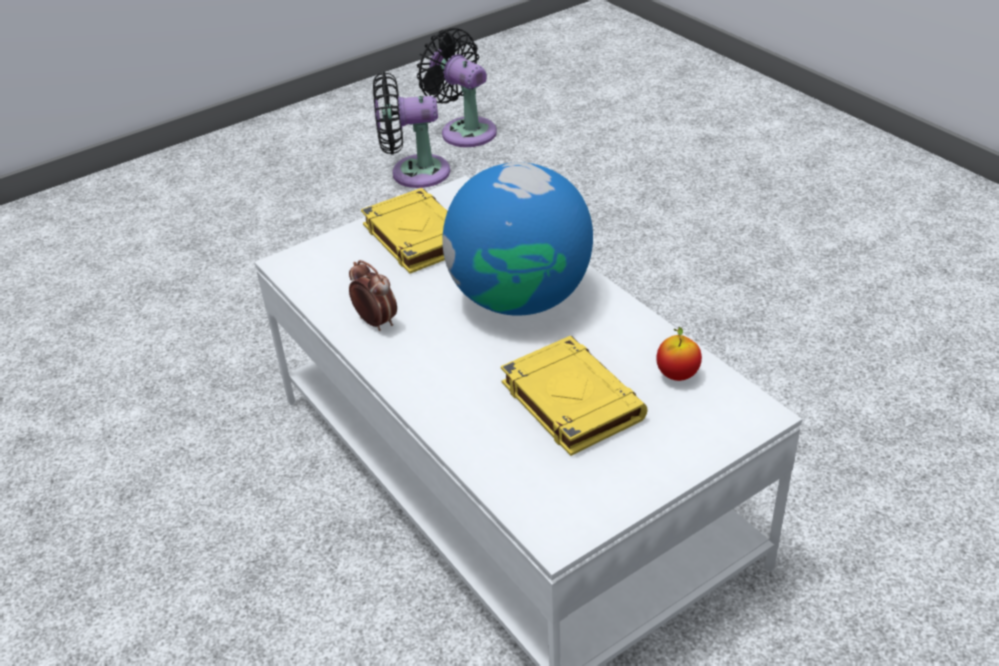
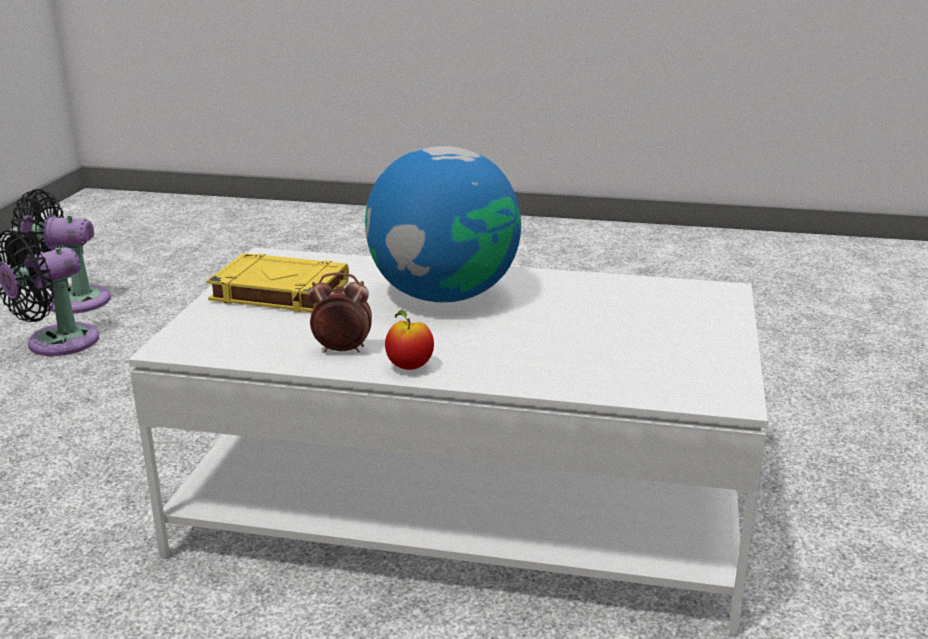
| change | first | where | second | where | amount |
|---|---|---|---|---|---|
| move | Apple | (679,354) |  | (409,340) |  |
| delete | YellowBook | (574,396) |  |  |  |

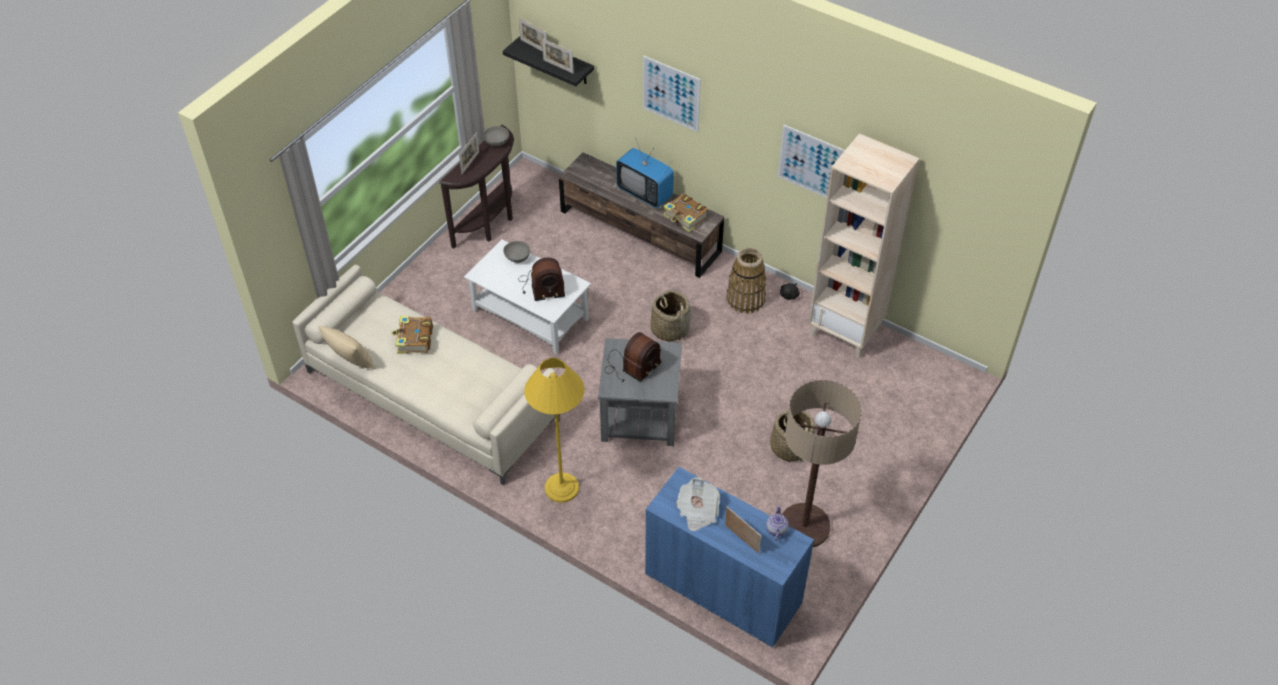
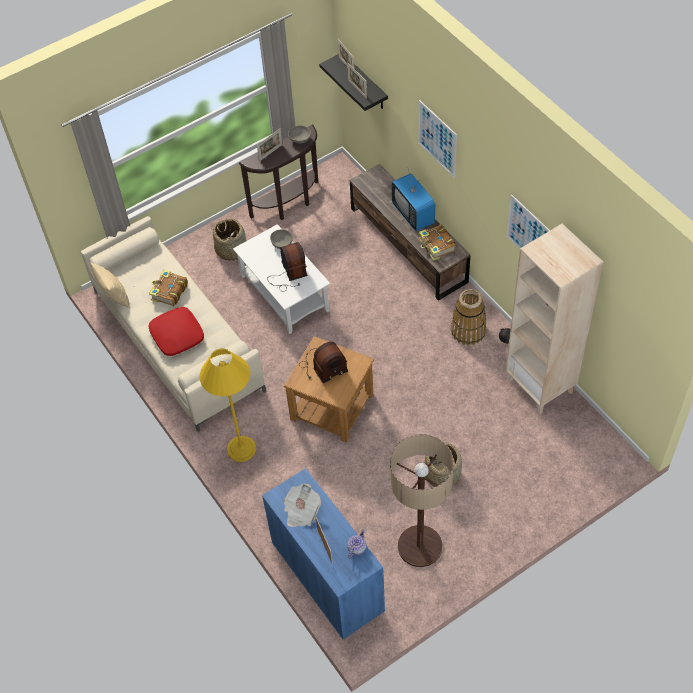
| change | first | where | second | where | amount |
|---|---|---|---|---|---|
| rotate | Radio | (542,279) |  | (287,266) | 120 degrees counterclockwise |
| move | Basket | (670,315) |  | (229,239) |  |
| recolor | GreySideTable | (640,392) | BrownSideTable | (329,389) |  |
| insert |  |  | RedPillow | (176,331) |  |

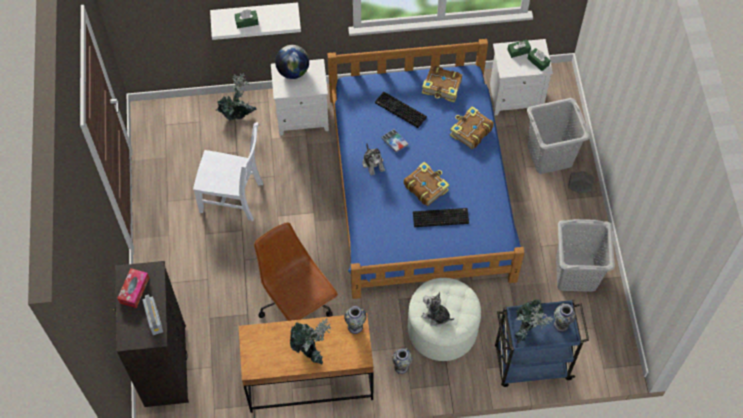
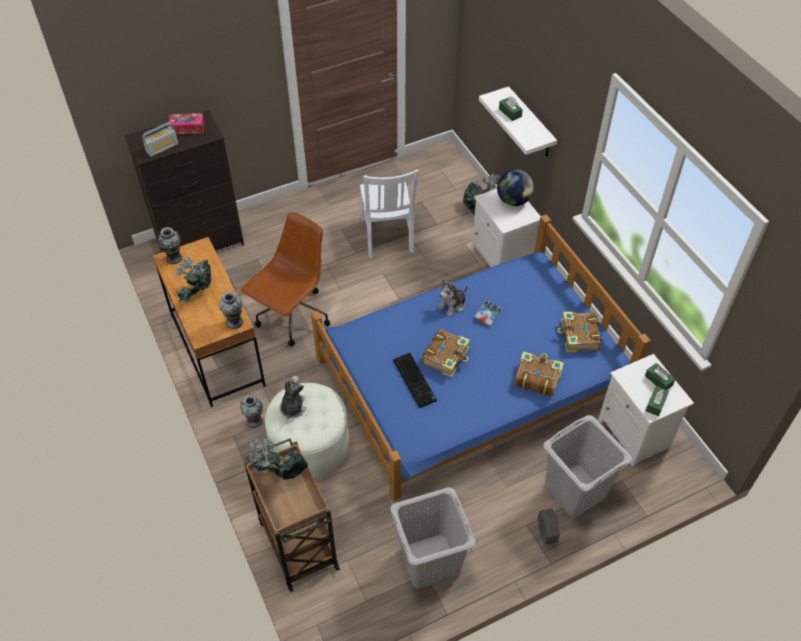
| change | first | where | second | where | amount |
|---|---|---|---|---|---|
| delete | Keyboard | (401,110) |  |  |  |
| recolor | BlueCart | (542,343) | BrownCart | (292,515) |  |
| move | Vase | (565,317) |  | (170,245) |  |

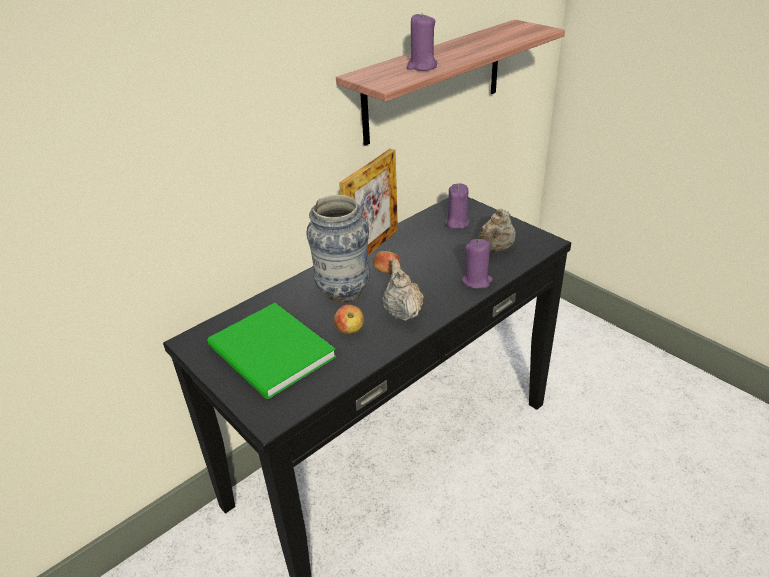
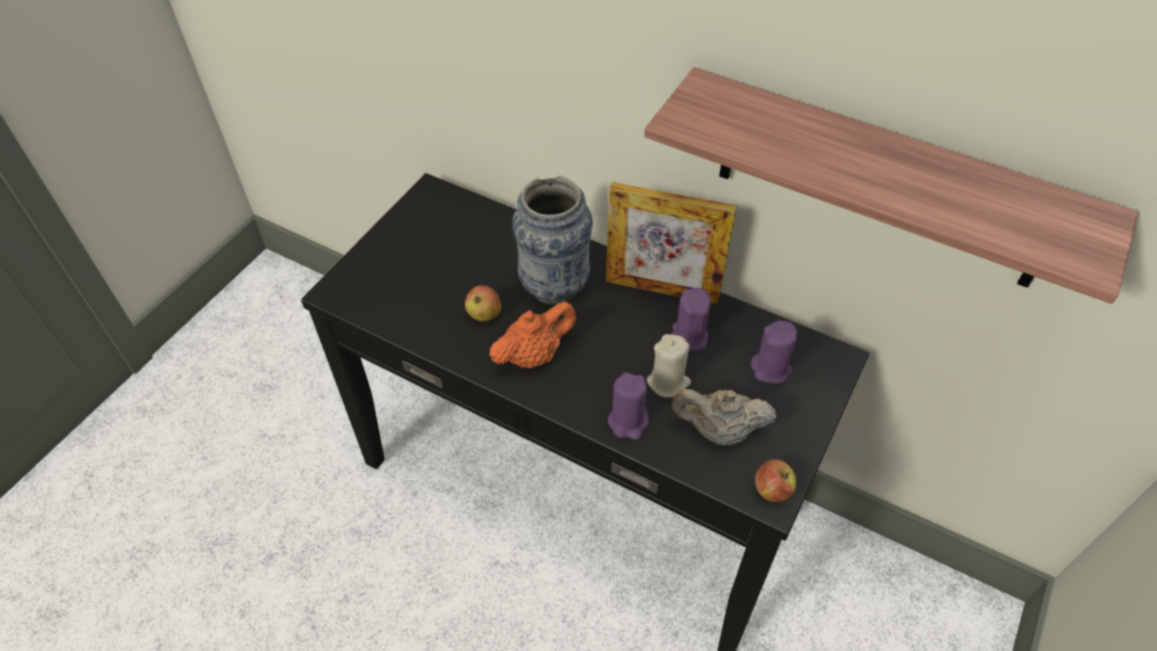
| change | first | where | second | where | amount |
|---|---|---|---|---|---|
| move | PurpleCandle | (422,42) |  | (691,320) |  |
| move | Apple | (386,262) |  | (775,480) |  |
| recolor | BeigeTeapot | (403,290) | OrangeTeapot | (533,335) |  |
| delete | GreenBook | (271,351) |  |  |  |
| insert |  |  | BeigeCandle | (669,366) |  |

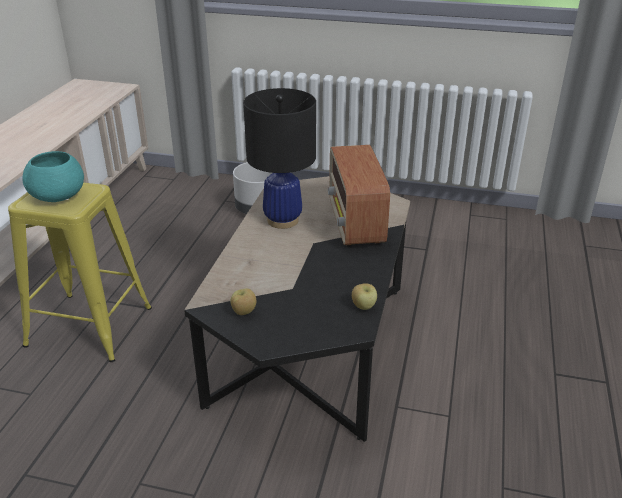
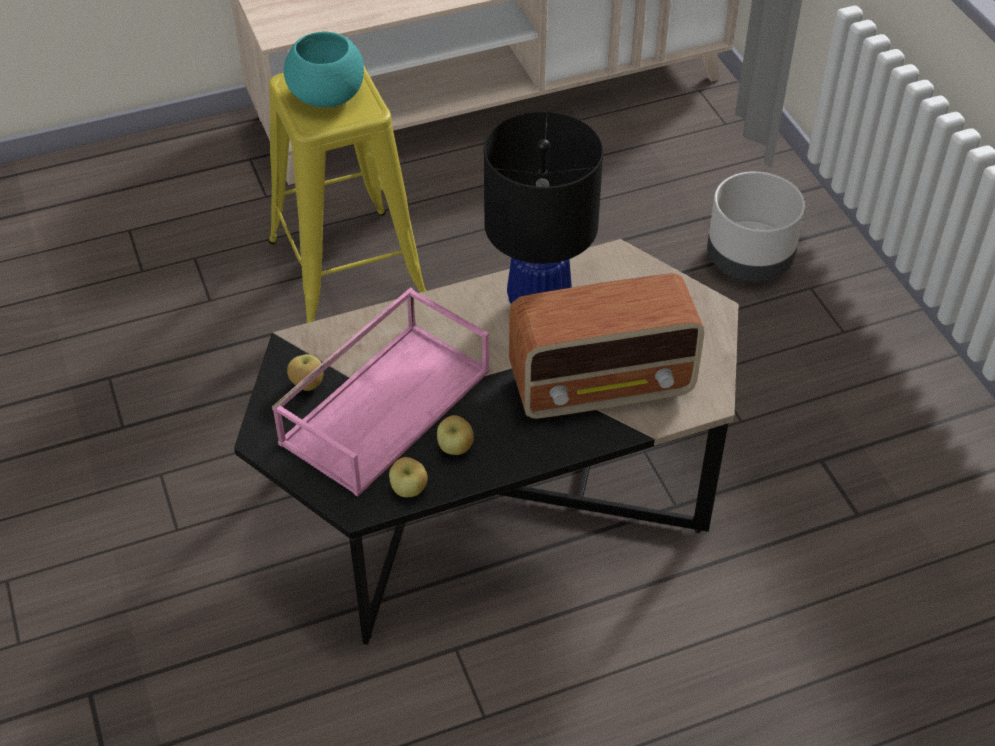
| change | first | where | second | where | amount |
|---|---|---|---|---|---|
| rotate | Radio | (359,196) |  | (606,346) | 150 degrees counterclockwise |
| insert |  |  | PinkTray | (381,392) |  |
| insert |  |  | Apple | (455,435) |  |

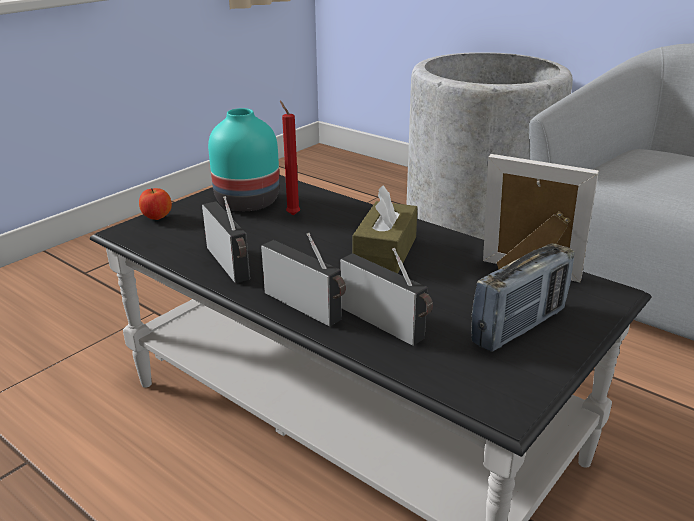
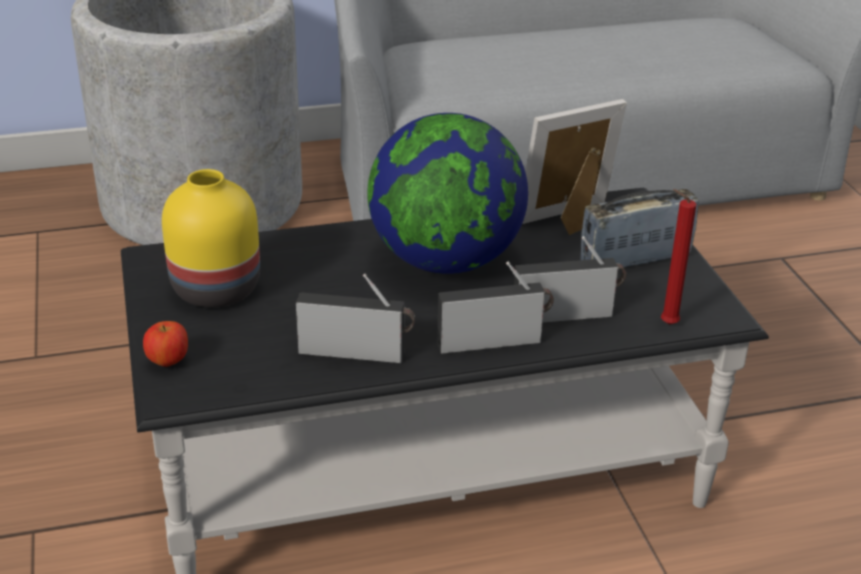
| change | first | where | second | where | amount |
|---|---|---|---|---|---|
| move | RedCandle | (290,158) |  | (679,257) |  |
| recolor | TurquoiseVase | (244,159) | YellowVase | (211,238) |  |
| replace | BrownTissueBox | (384,229) | Globe | (447,193) |  |
| rotate | Radio | (523,297) |  | (639,228) | 105 degrees counterclockwise |

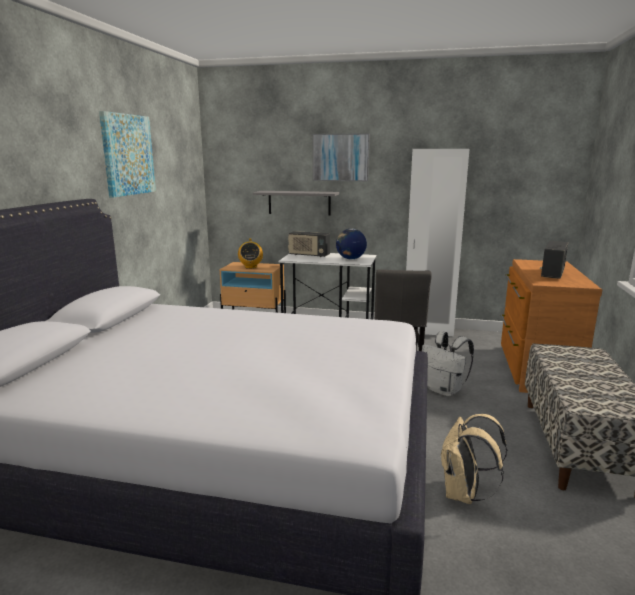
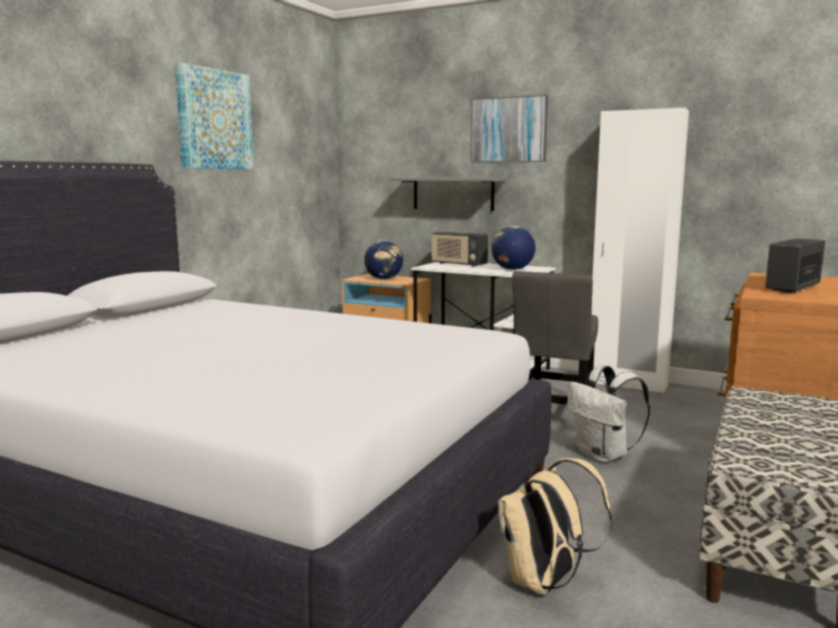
| change | first | where | second | where | amount |
|---|---|---|---|---|---|
| replace | Radio | (250,253) | Globe | (383,260) |  |

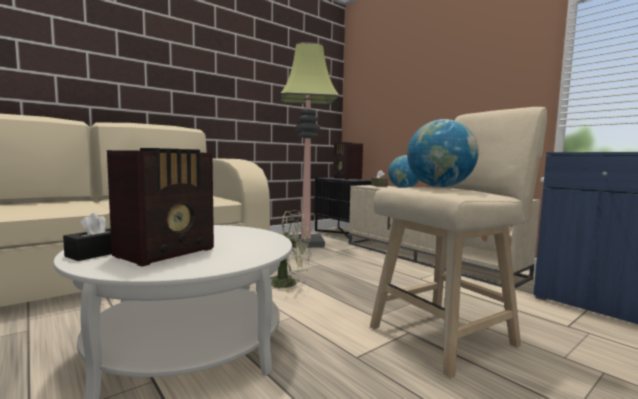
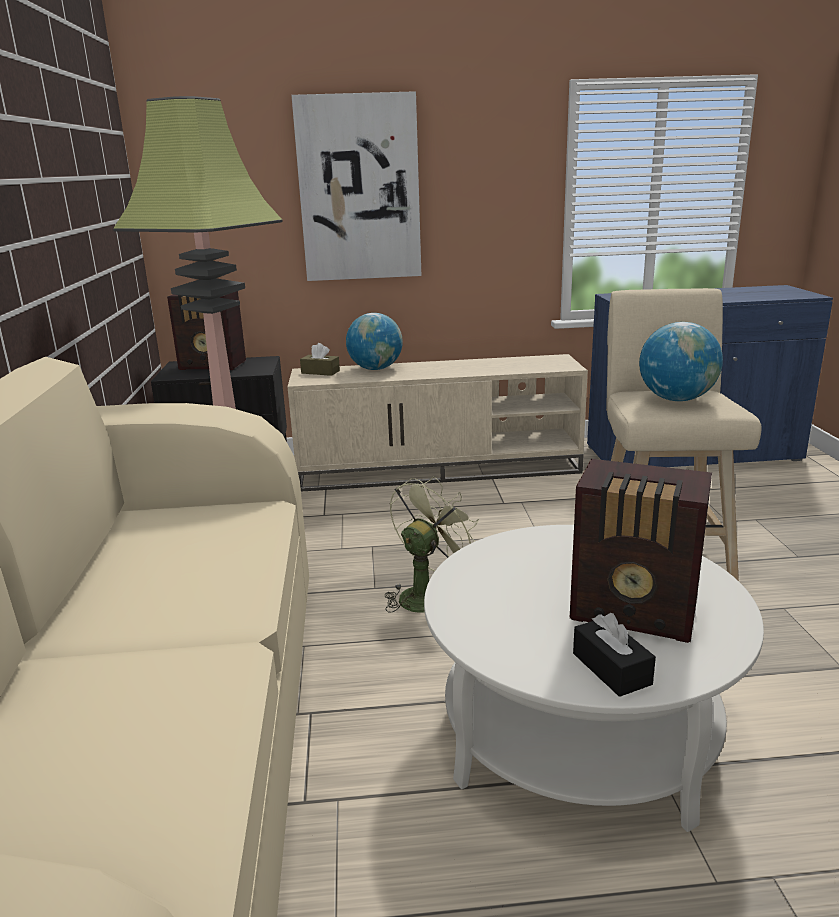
| change | first | where | second | where | amount |
|---|---|---|---|---|---|
| rotate | Radio | (160,207) |  | (641,551) | 135 degrees clockwise |
| insert |  |  | Picture | (356,186) |  |

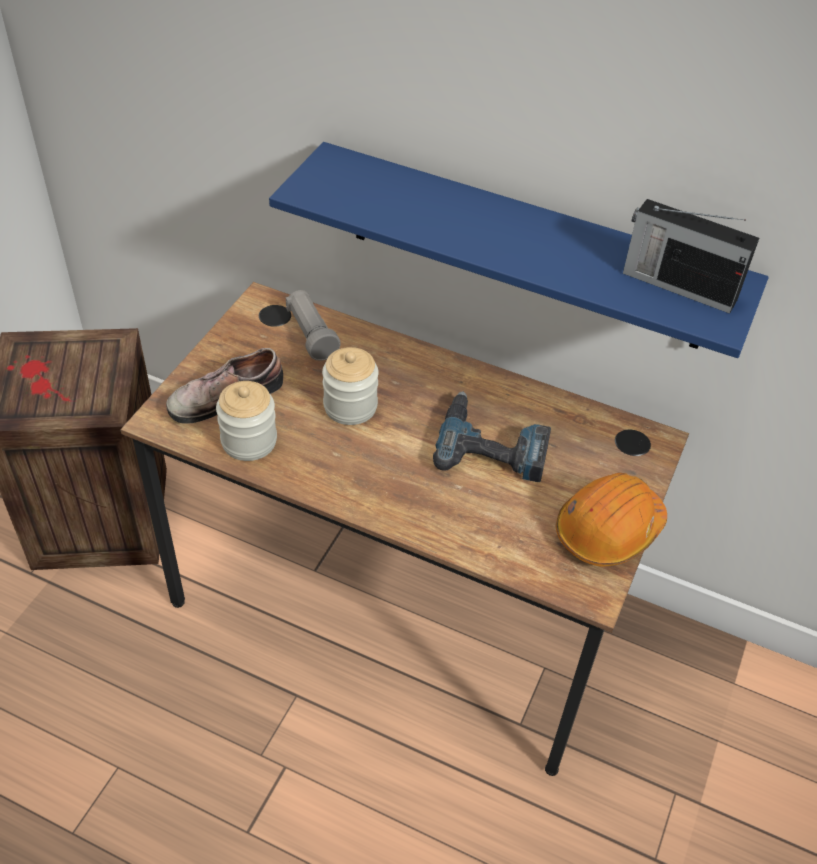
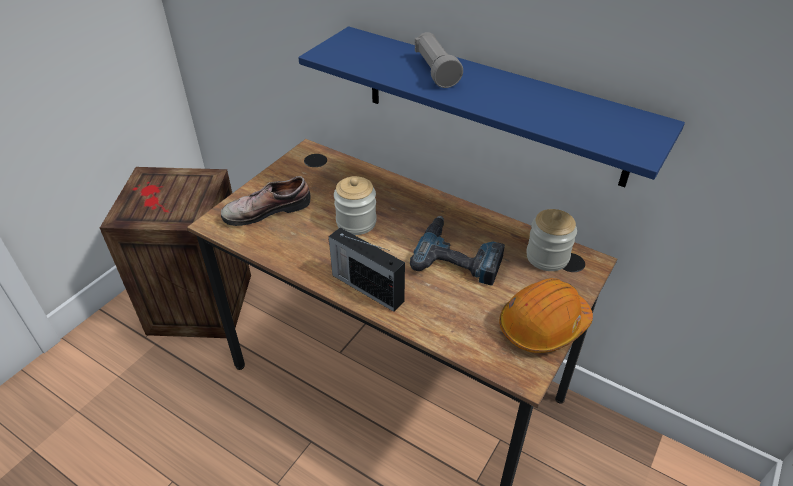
| change | first | where | second | where | amount |
|---|---|---|---|---|---|
| move | Radio | (691,256) |  | (367,270) |  |
| move | GreyFlashlight | (313,325) |  | (439,60) |  |
| move | Jar | (246,421) |  | (551,240) |  |

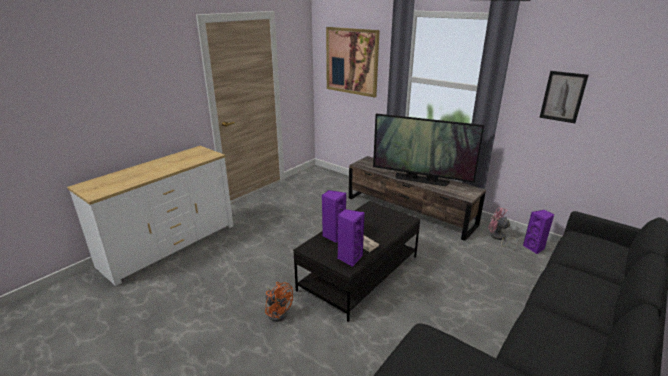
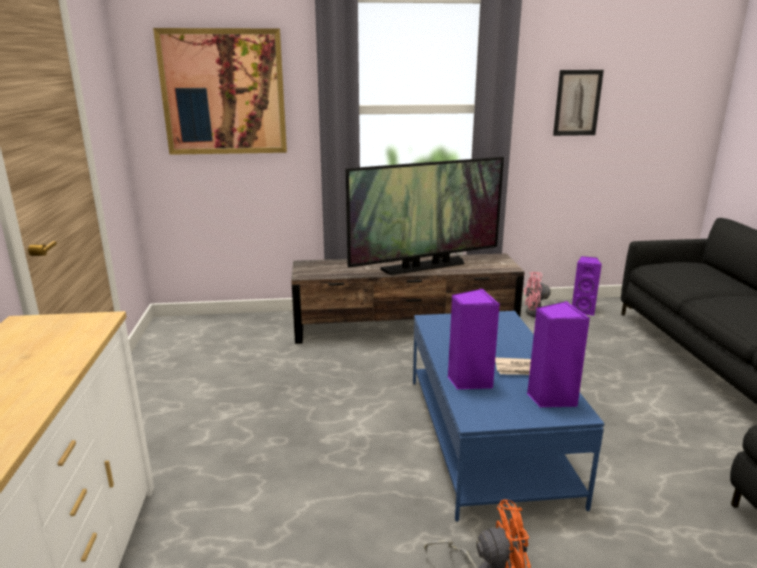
| change | first | where | second | where | amount |
|---|---|---|---|---|---|
| recolor | BlackCoffeeTable | (356,261) | BlueCoffeeTable | (509,416) |  |

